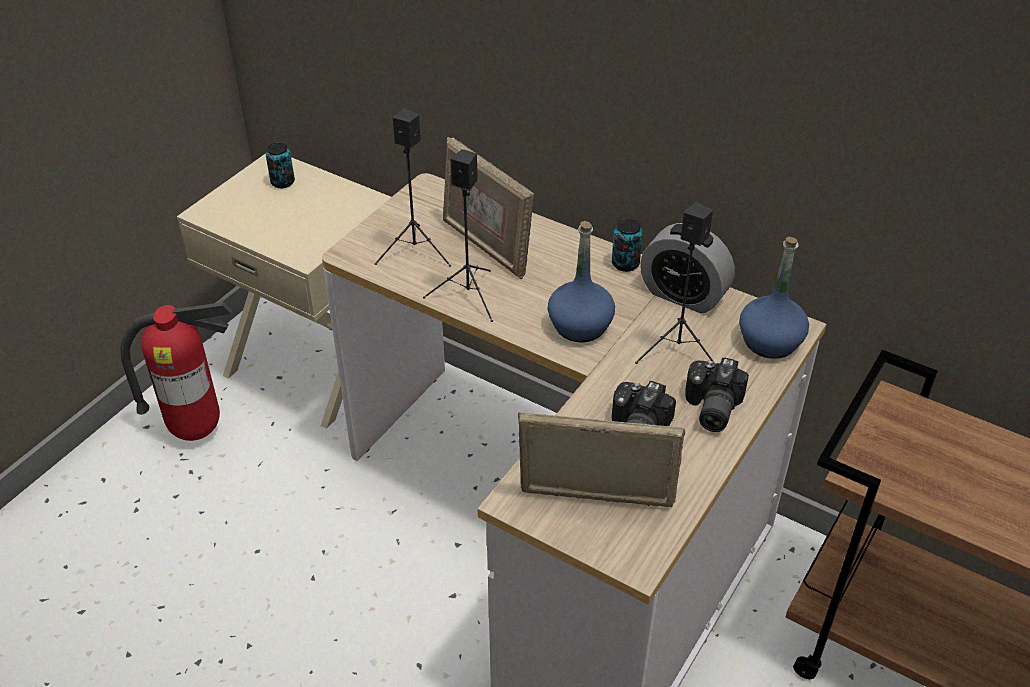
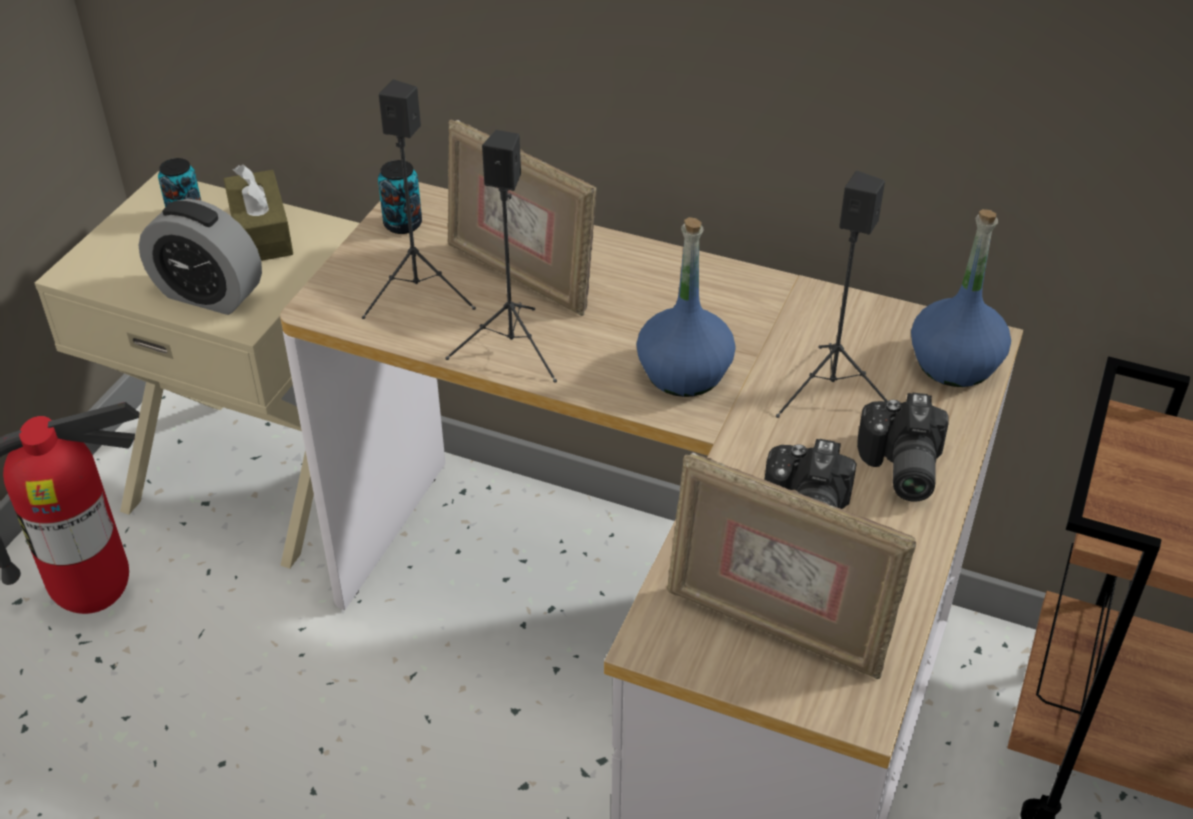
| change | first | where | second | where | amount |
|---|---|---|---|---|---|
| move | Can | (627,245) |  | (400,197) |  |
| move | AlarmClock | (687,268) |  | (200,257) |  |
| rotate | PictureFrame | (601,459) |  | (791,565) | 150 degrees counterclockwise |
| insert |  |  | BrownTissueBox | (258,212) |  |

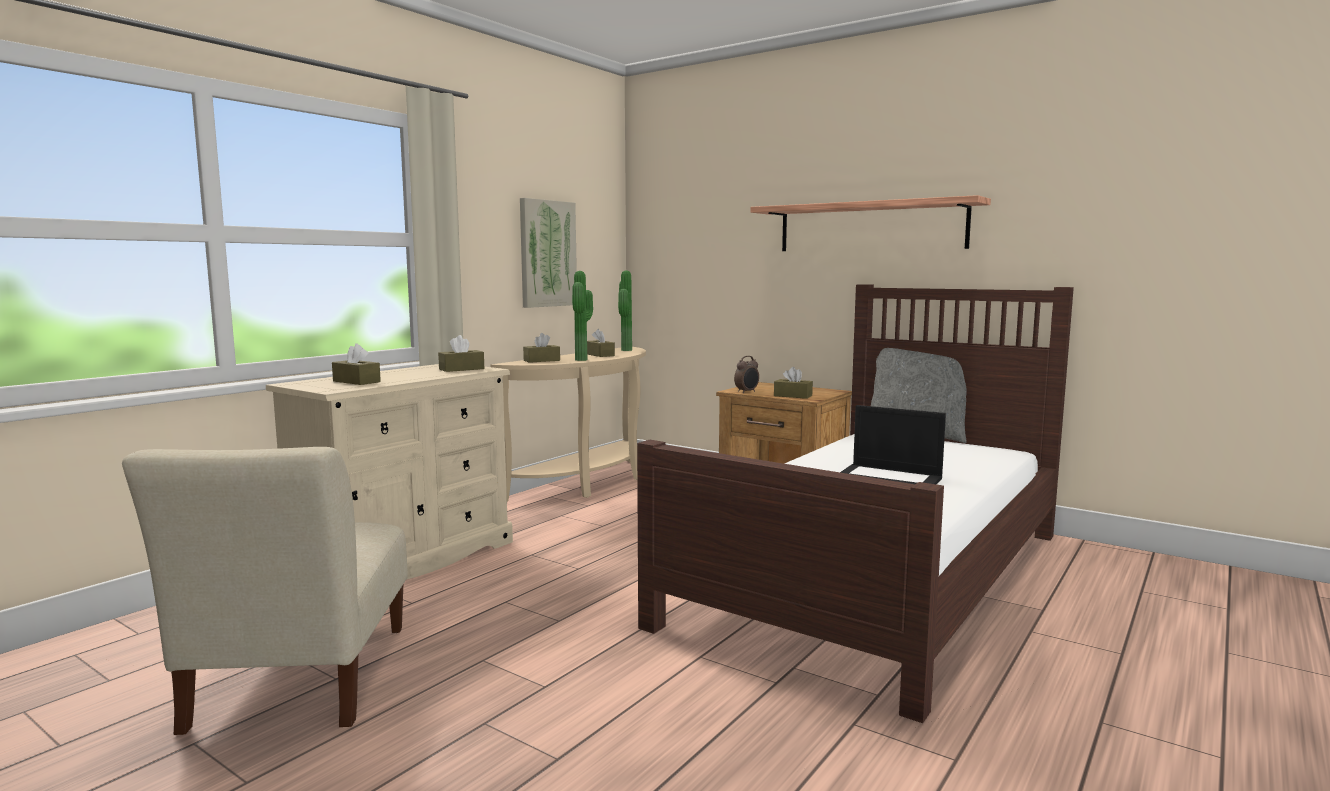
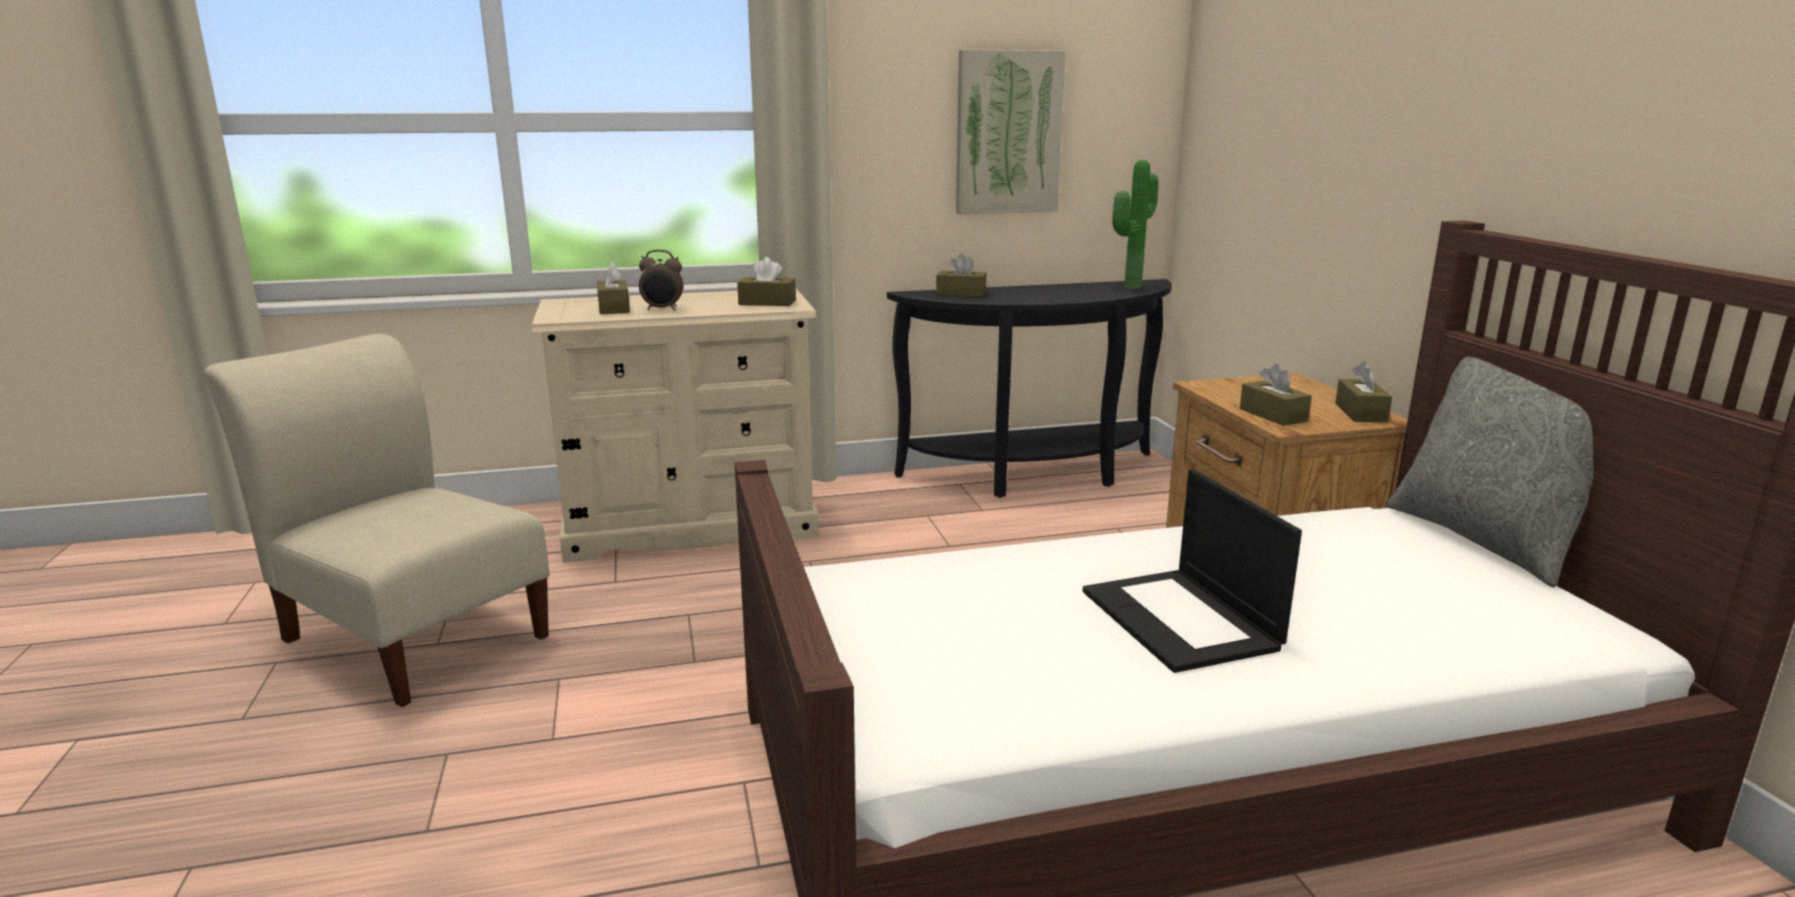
| change | first | where | second | where | amount |
|---|---|---|---|---|---|
| delete | Shelf | (870,223) |  |  |  |
| delete | PottedPlant | (582,316) |  |  |  |
| move | BrownTissueBox | (601,343) |  | (1363,392) |  |
| recolor | BeigeConsoleTable | (568,424) | BlackConsoleTable | (1029,388) |  |
| move | AlarmClock | (746,374) |  | (661,280) |  |
| rotate | BeigeChair | (265,591) |  | (376,520) | 90 degrees clockwise |

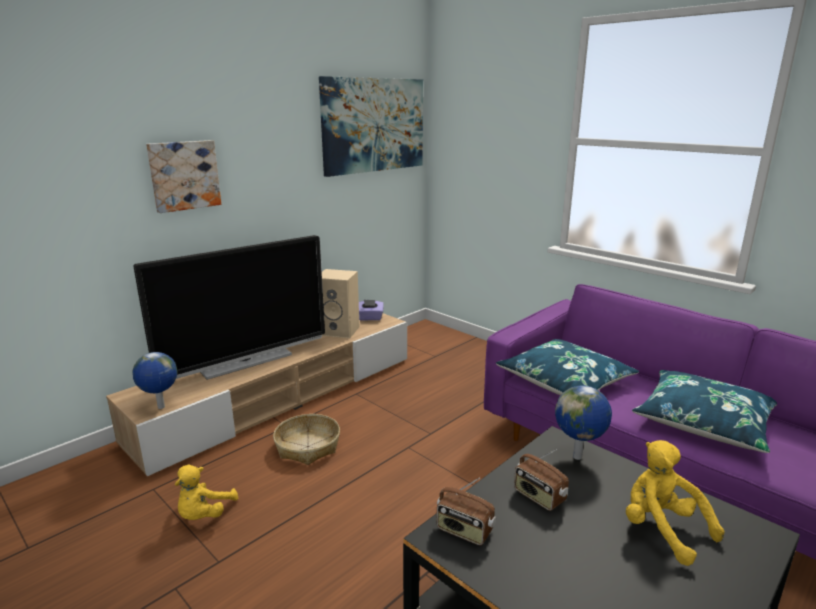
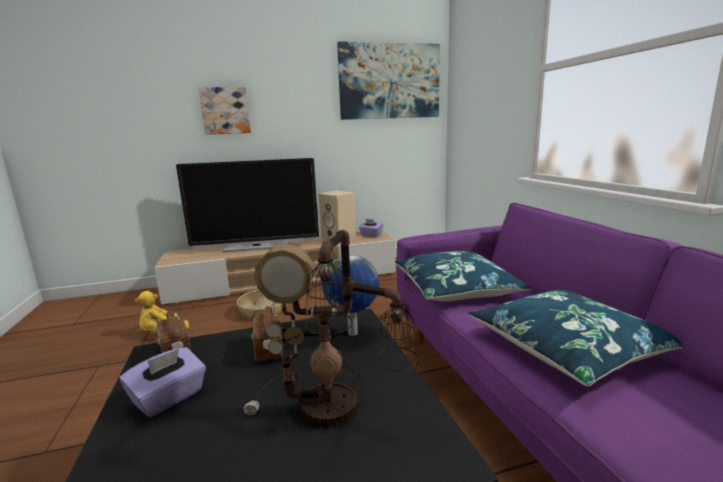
| change | first | where | second | where | amount |
|---|---|---|---|---|---|
| delete | Globe | (154,380) |  |  |  |
| replace | YellowPlushToy | (675,503) | TableLamp | (331,329) |  |
| insert |  |  | PurpleTissueBox | (162,382) |  |

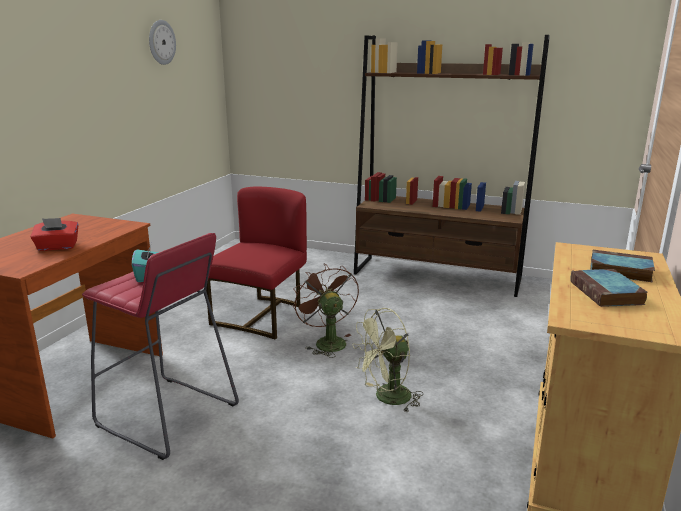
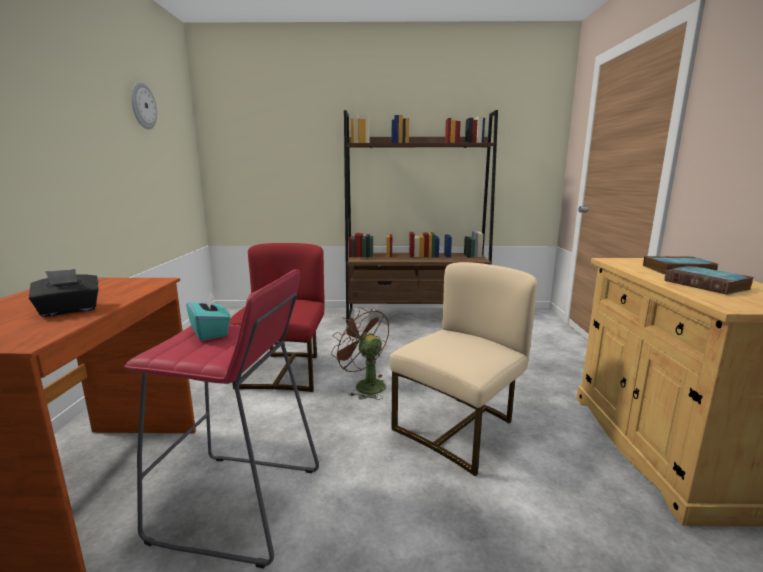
| change | first | where | second | where | amount |
|---|---|---|---|---|---|
| recolor | RedTissueBox | (54,234) | BlackTissueBox | (63,293) |  |
| replace | GreenFan | (387,360) | BeigeChair | (463,369) |  |

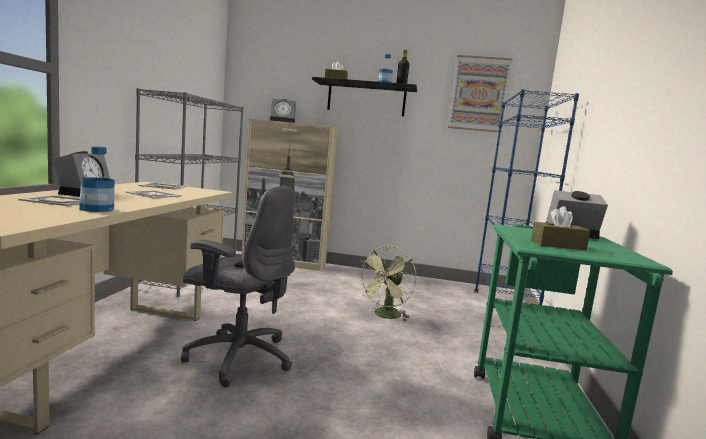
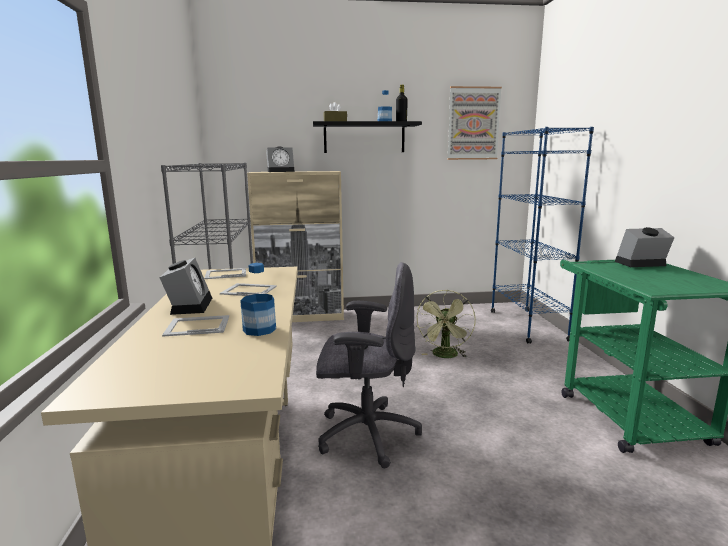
| change | first | where | second | where | amount |
|---|---|---|---|---|---|
| delete | BrownTissueBox | (560,228) |  |  |  |

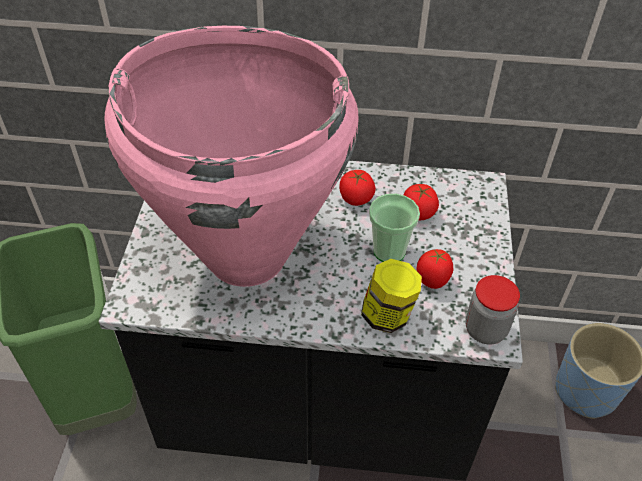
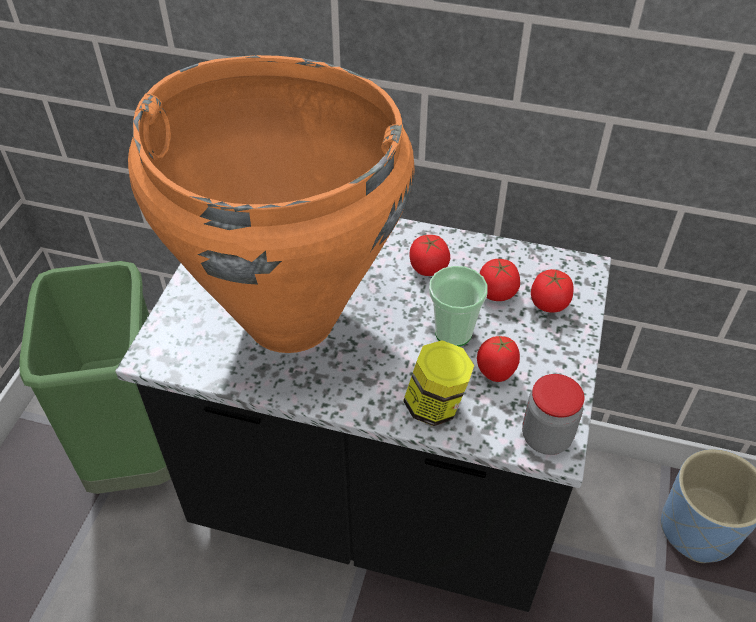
| change | first | where | second | where | amount |
|---|---|---|---|---|---|
| recolor | PinkVase | (231,156) | OrangeVase | (271,204) |  |
| insert |  |  | Tomato | (552,291) |  |

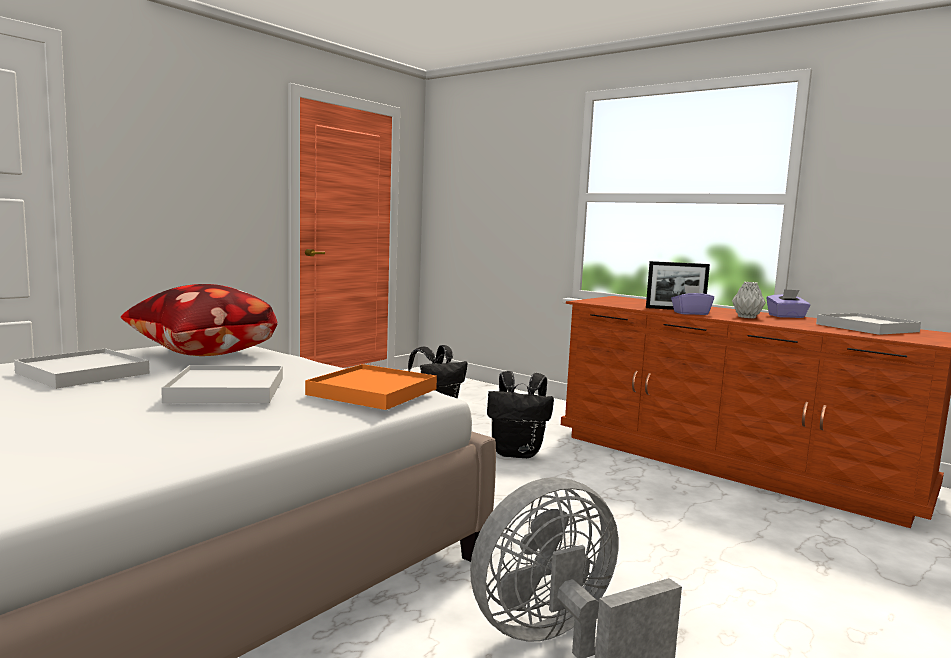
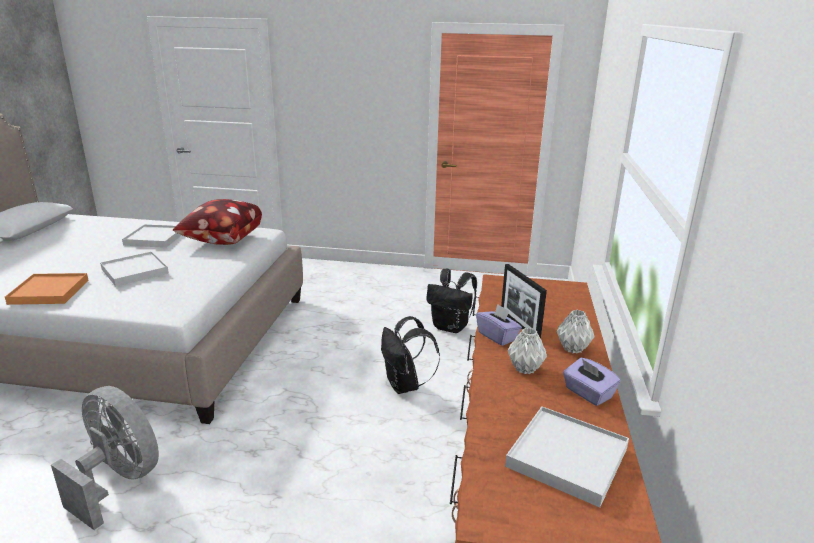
| change | first | where | second | where | amount |
|---|---|---|---|---|---|
| move | OrangeTray | (371,387) |  | (46,289) |  |
| insert |  |  | GreyVase | (576,332) |  |

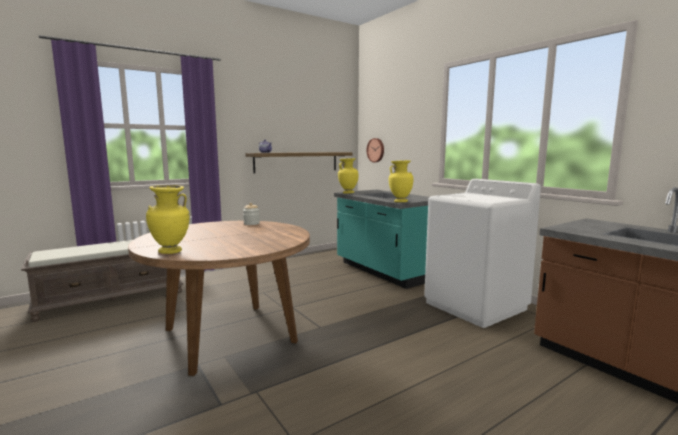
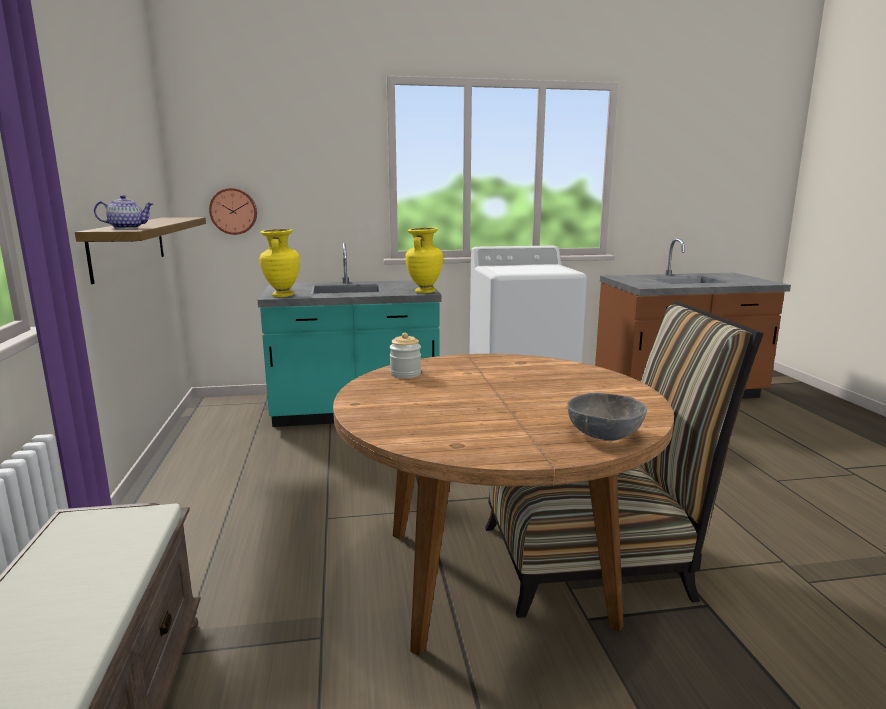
| change | first | where | second | where | amount |
|---|---|---|---|---|---|
| replace | YellowVase | (168,219) | GreyBowl | (607,417) |  |
| insert |  |  | Chair | (624,459) |  |

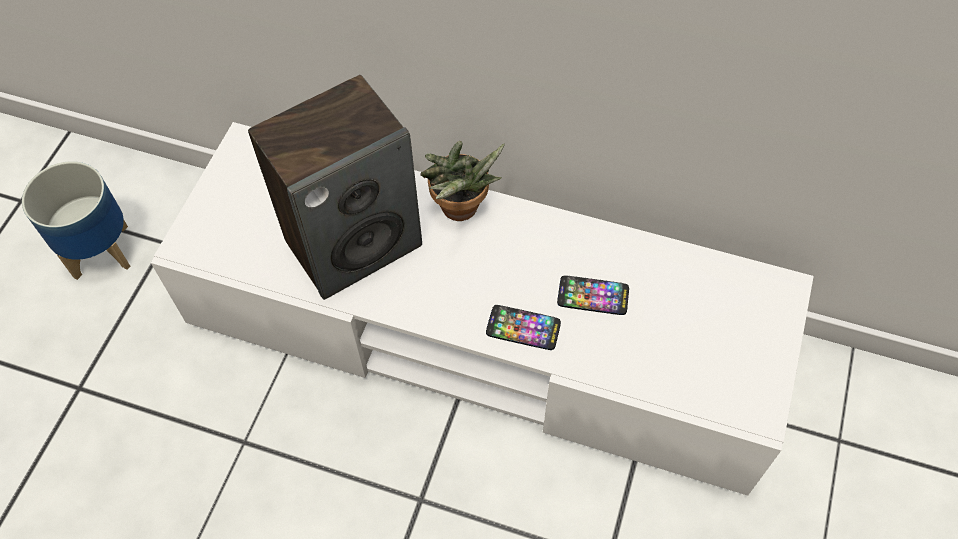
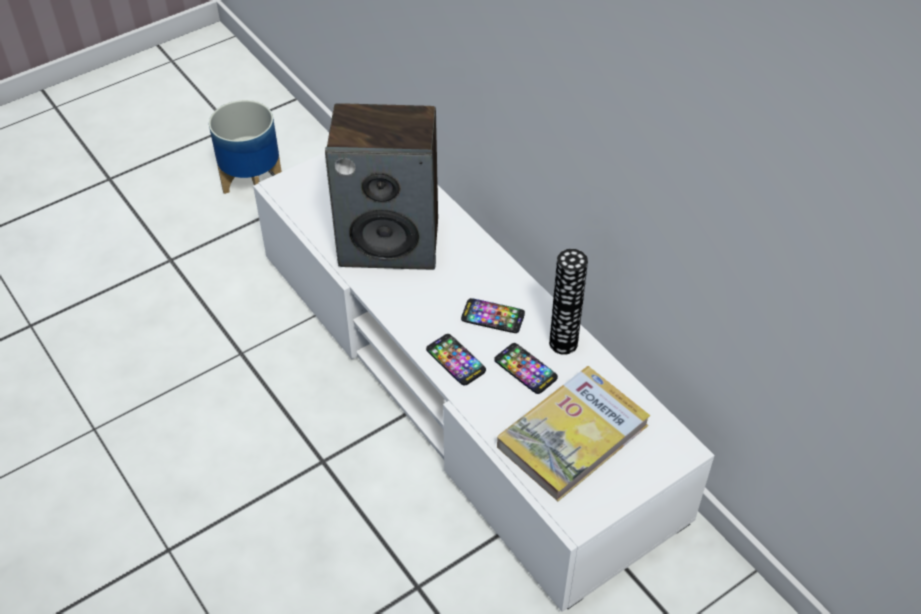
| change | first | where | second | where | amount |
|---|---|---|---|---|---|
| delete | PottedPlant | (462,181) |  |  |  |
| insert |  |  | Vase | (568,302) |  |
| insert |  |  | Phone | (493,315) |  |
| insert |  |  | Book | (573,433) |  |

